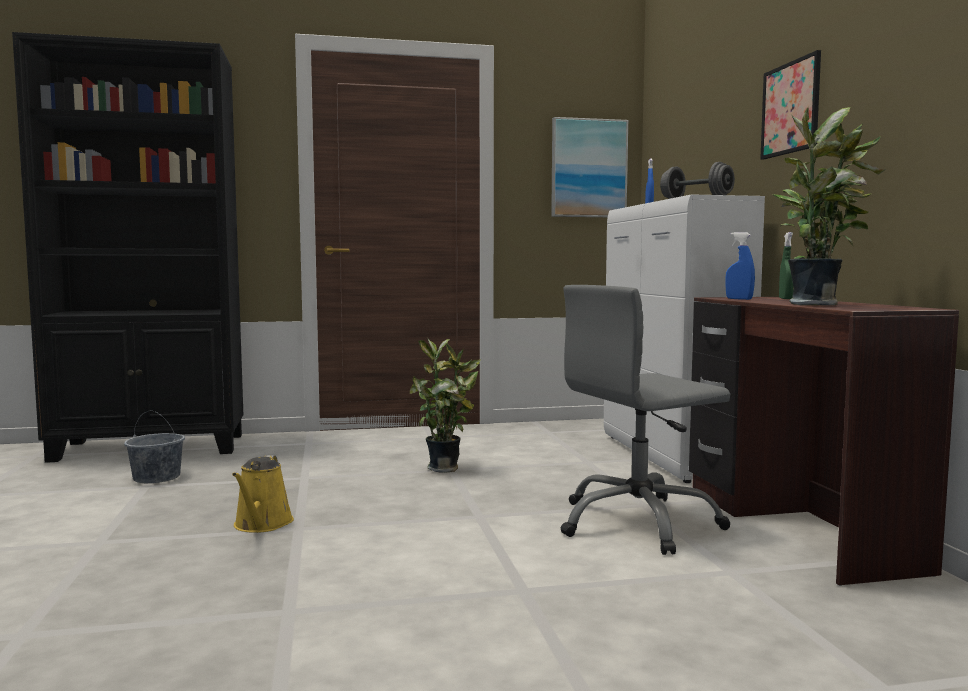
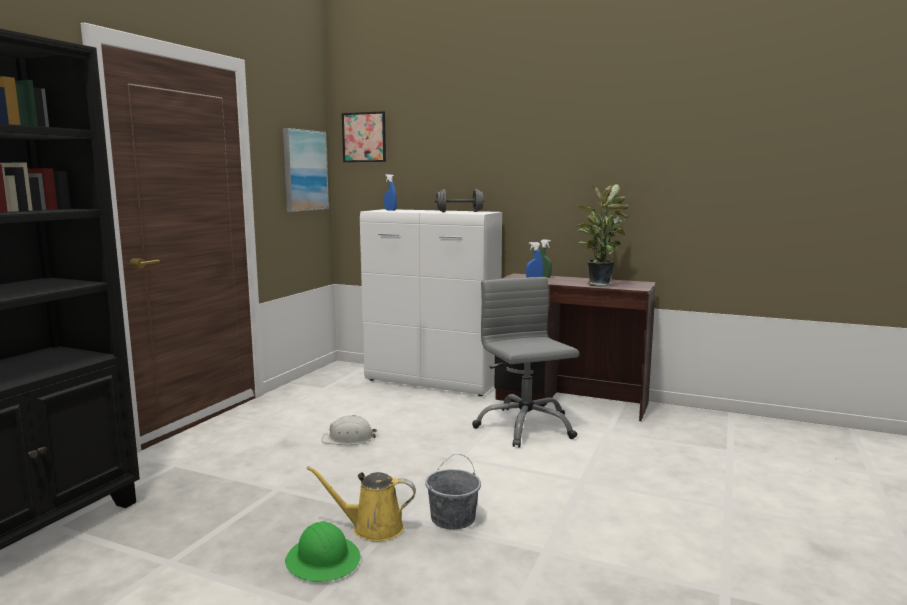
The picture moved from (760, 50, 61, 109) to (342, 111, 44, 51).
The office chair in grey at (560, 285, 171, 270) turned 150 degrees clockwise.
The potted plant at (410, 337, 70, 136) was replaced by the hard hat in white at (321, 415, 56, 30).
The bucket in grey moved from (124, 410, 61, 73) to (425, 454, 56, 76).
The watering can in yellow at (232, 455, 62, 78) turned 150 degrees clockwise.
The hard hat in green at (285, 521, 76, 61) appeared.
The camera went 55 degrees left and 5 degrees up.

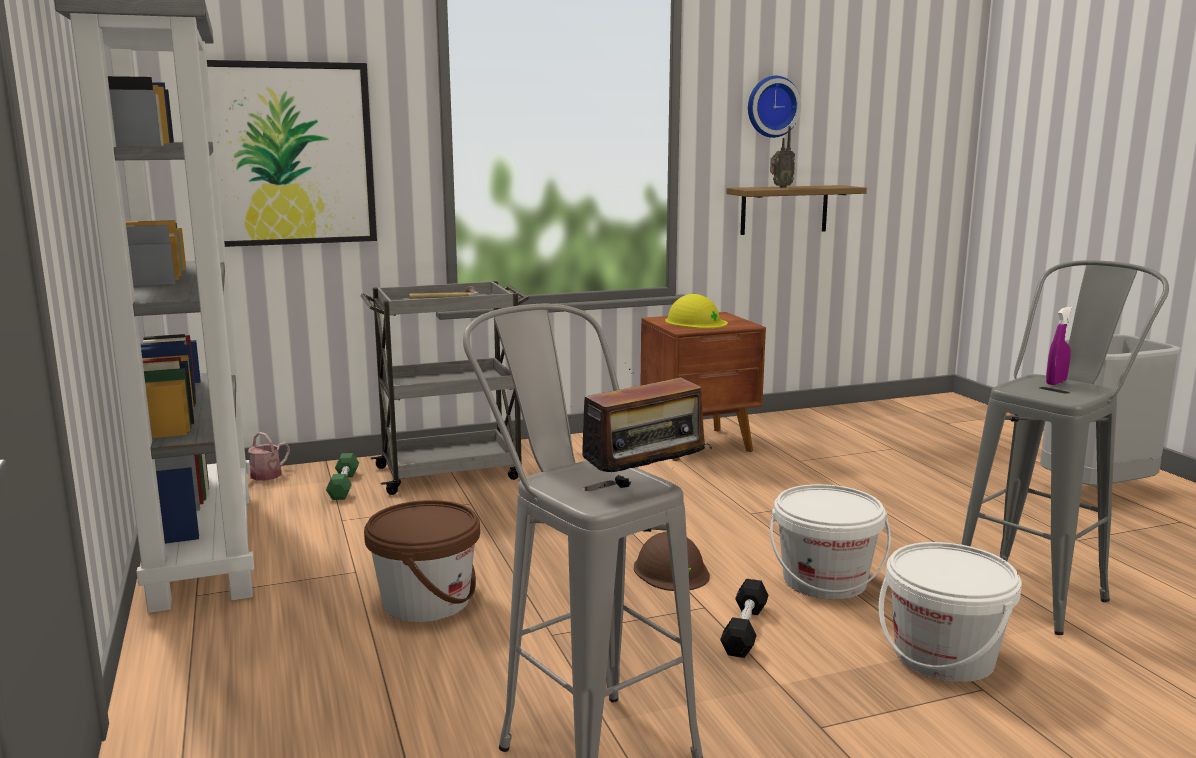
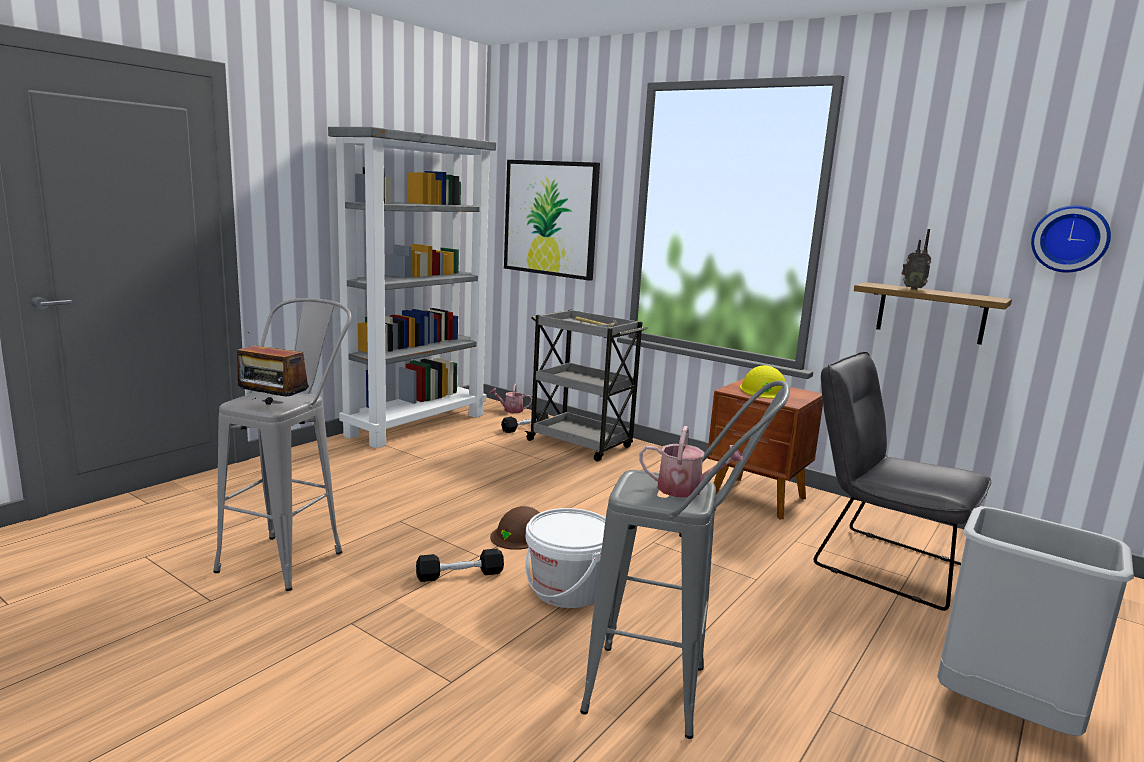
The wall clock moved from (748, 76, 53, 62) to (1031, 205, 80, 67).
The spray bottle in purple at (1046, 307, 27, 78) was replaced by the watering can at (639, 426, 104, 72).
The dumbbell in green at (326, 453, 33, 47) became the dumbbell in black at (501, 410, 48, 23).
The bucket in brown at (364, 500, 116, 122) disappeared.
The bucket in white at (879, 542, 143, 140) disappeared.
The chair in grey at (814, 352, 177, 259) appeared.
The camera went 55 degrees right and 0 degrees up.

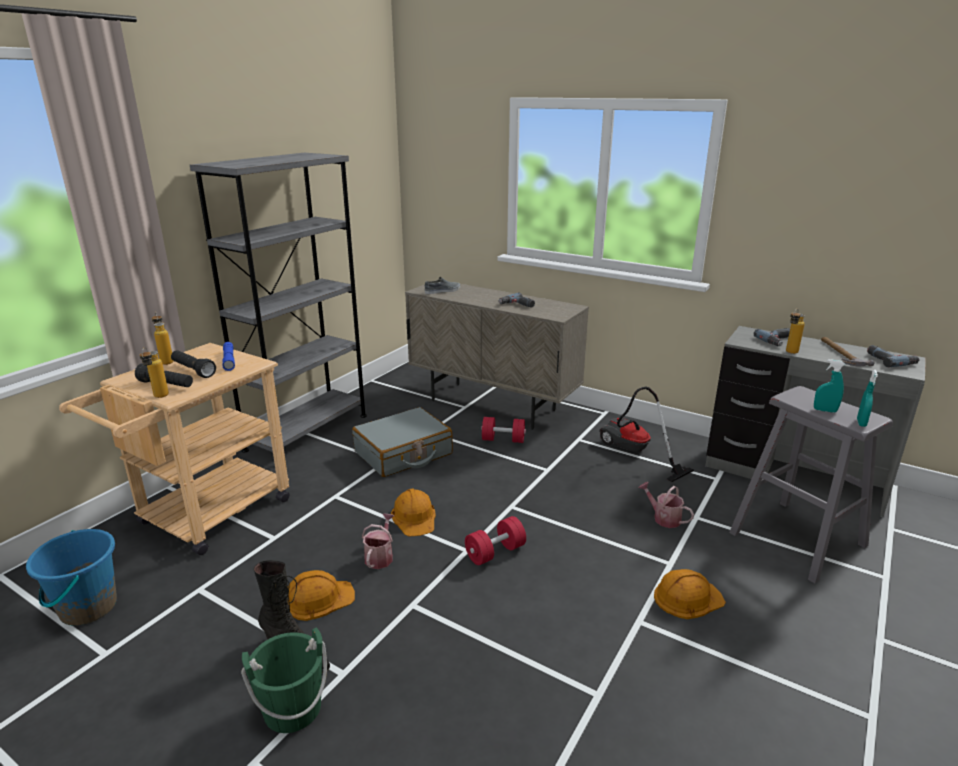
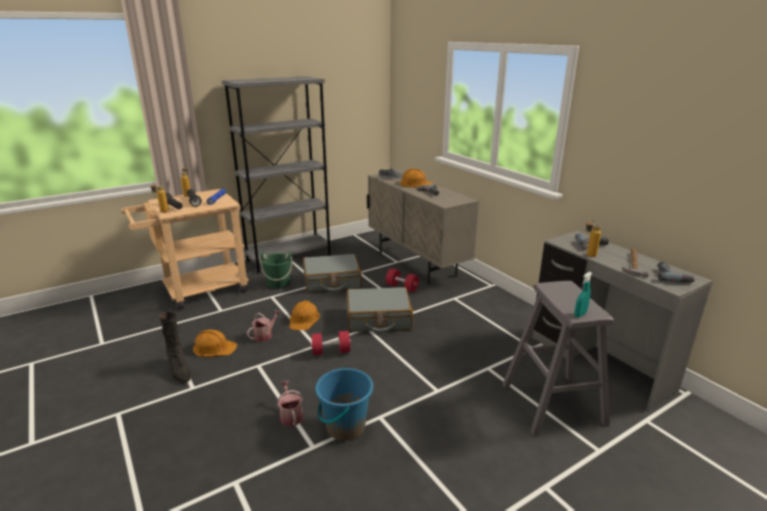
The spray bottle in turquoise at (814, 359, 31, 54) disappeared.
The vacuum cleaner at (599, 387, 95, 95) disappeared.
The watering can moved from (638, 482, 56, 46) to (277, 381, 26, 46).
The bucket in blue moved from (26, 529, 91, 97) to (315, 367, 58, 74).
The hard hat in orange moved from (654, 569, 72, 50) to (400, 169, 33, 18).
The bucket in green moved from (241, 627, 86, 106) to (260, 251, 32, 37).
The suitcase in grey at (347, 287, 66, 46) appeared.
The camera went 25 degrees right and 0 degrees up.

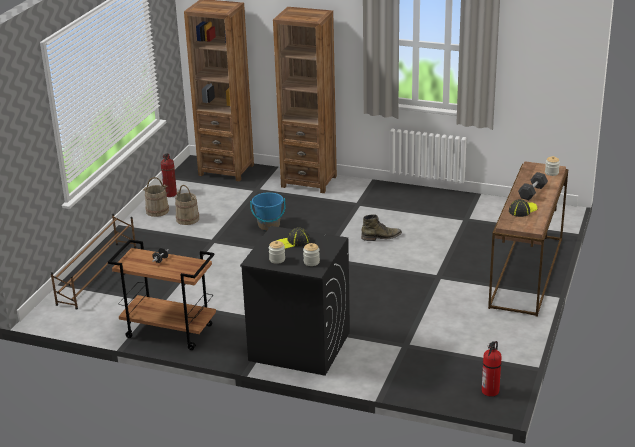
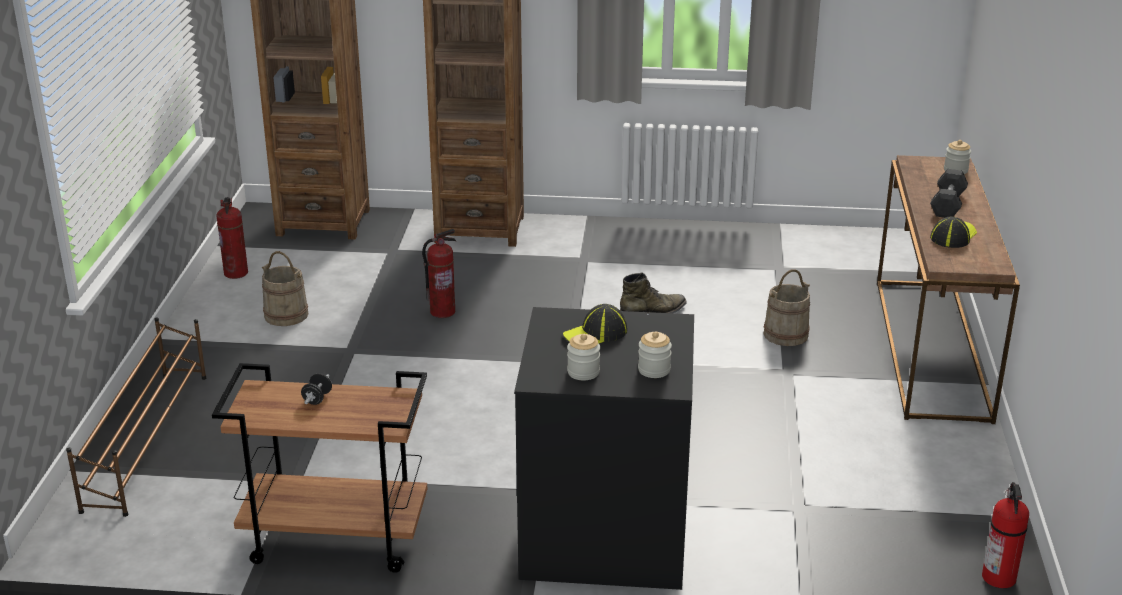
The bucket in beige moved from (143, 177, 26, 40) to (763, 269, 47, 77).
The bucket in blue at (250, 192, 36, 38) was replaced by the fire extinguisher at (422, 229, 34, 89).
The camera went 15 degrees left and 0 degrees up.

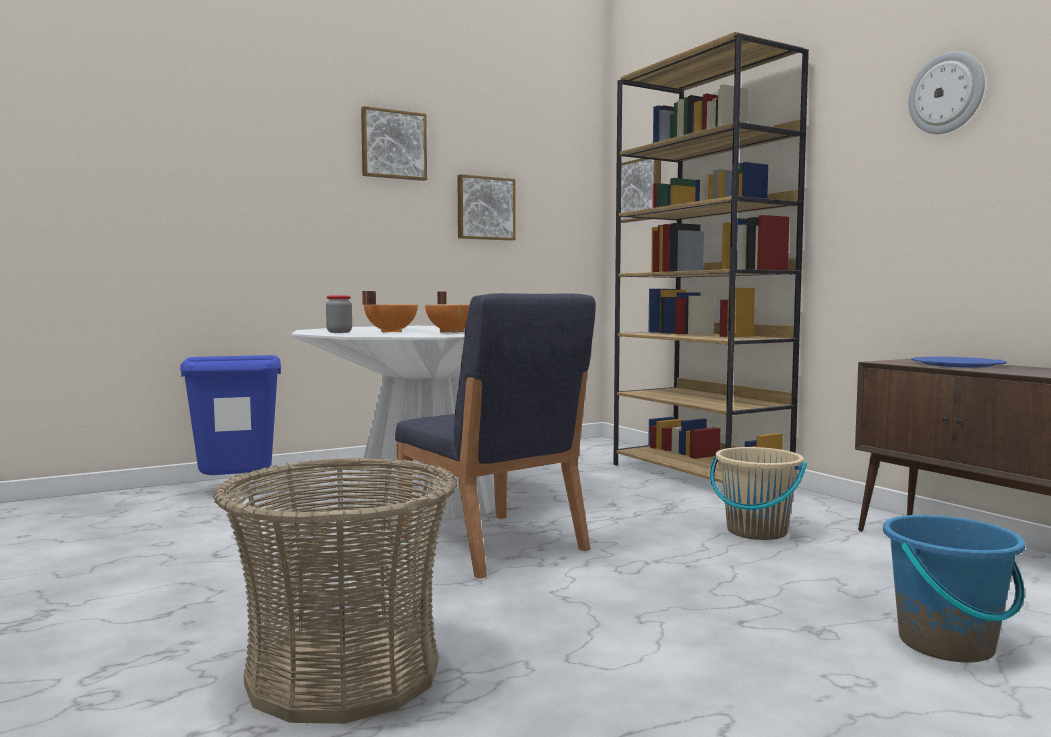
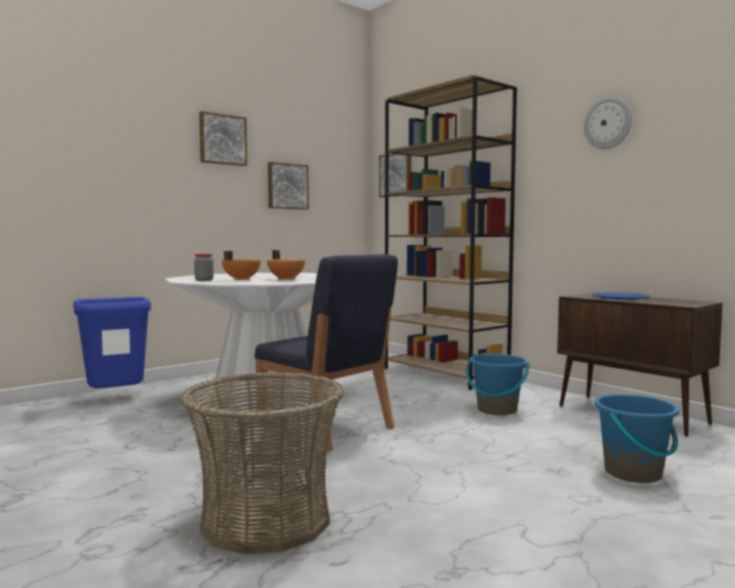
The bucket in beige at (710, 447, 97, 93) became the bucket in blue at (466, 354, 64, 62).
The camera went 10 degrees left and 0 degrees up.

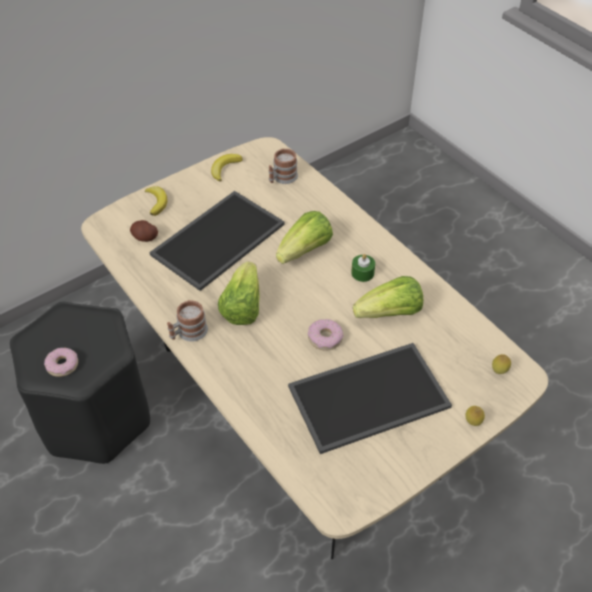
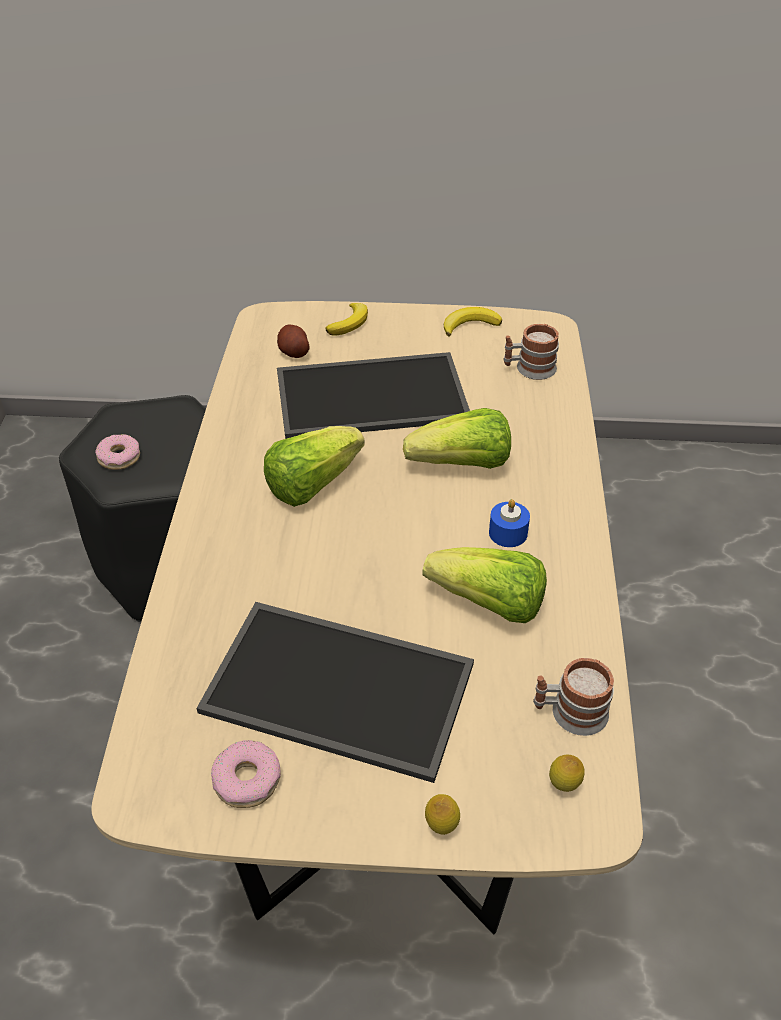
The candle in green at (351, 254, 24, 28) became the candle in blue at (489, 499, 41, 48).
The mug moved from (167, 300, 41, 42) to (533, 658, 81, 78).
The donut moved from (308, 319, 36, 32) to (211, 740, 70, 68).
The camera went 40 degrees right and 5 degrees down.

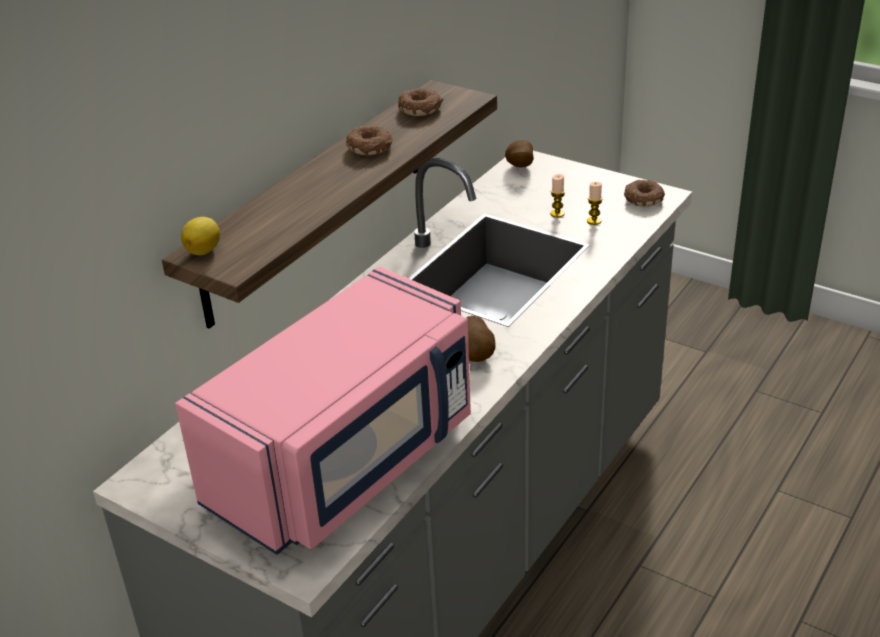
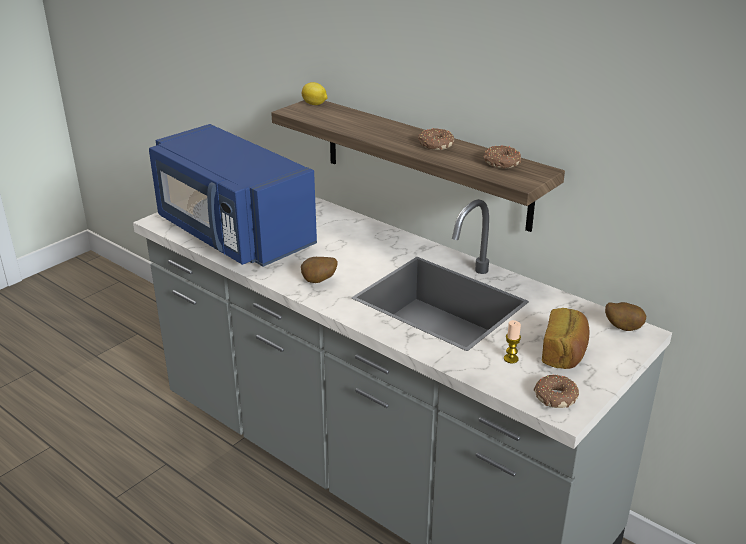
The candle at (550, 174, 15, 44) disappeared.
The microwave in pink at (175, 266, 296, 289) became the microwave in blue at (149, 124, 168, 143).
The bread at (542, 308, 48, 61) appeared.
The camera went 95 degrees right and 5 degrees down.

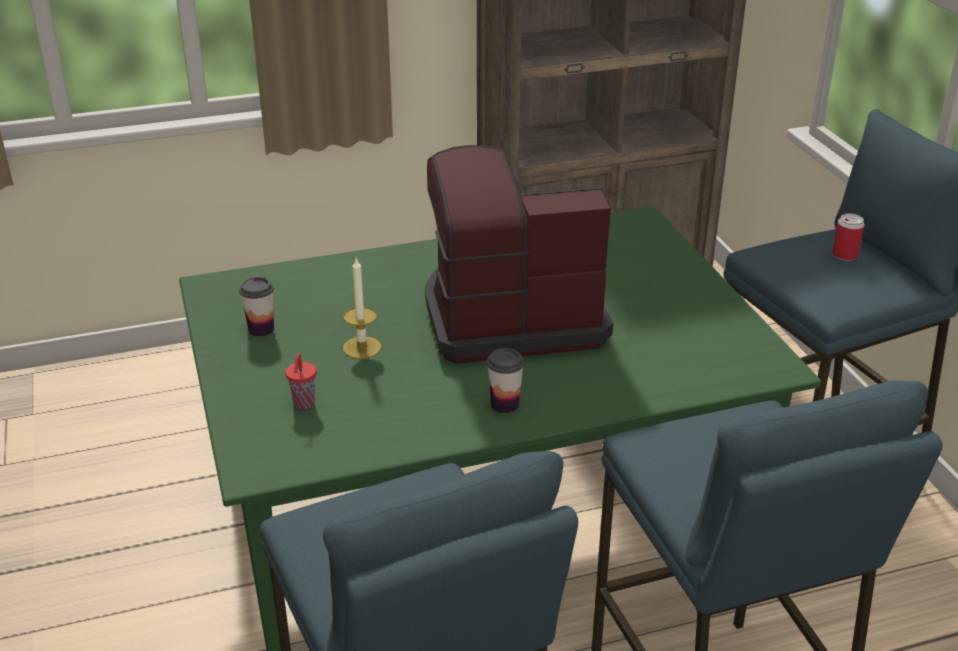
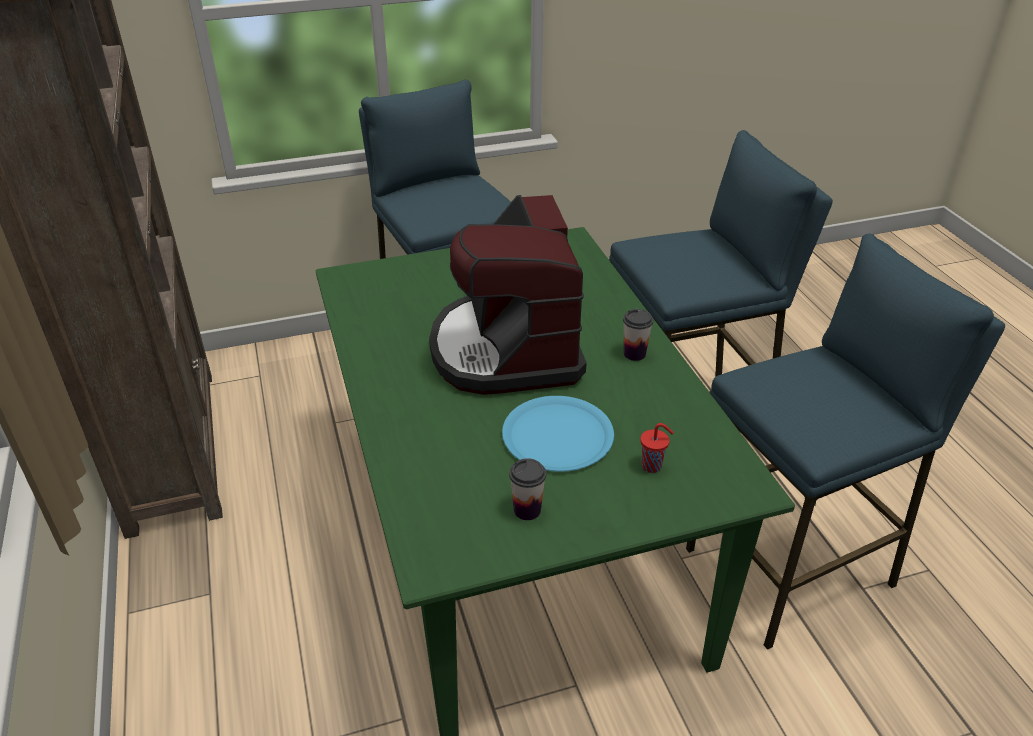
The can at (832, 213, 33, 48) disappeared.
The candle at (343, 257, 39, 102) was replaced by the plate in blue at (502, 396, 112, 76).
The camera went 90 degrees left and 5 degrees up.

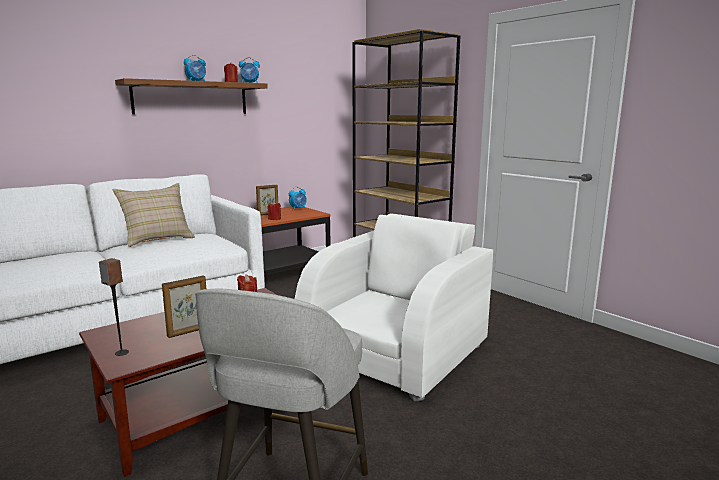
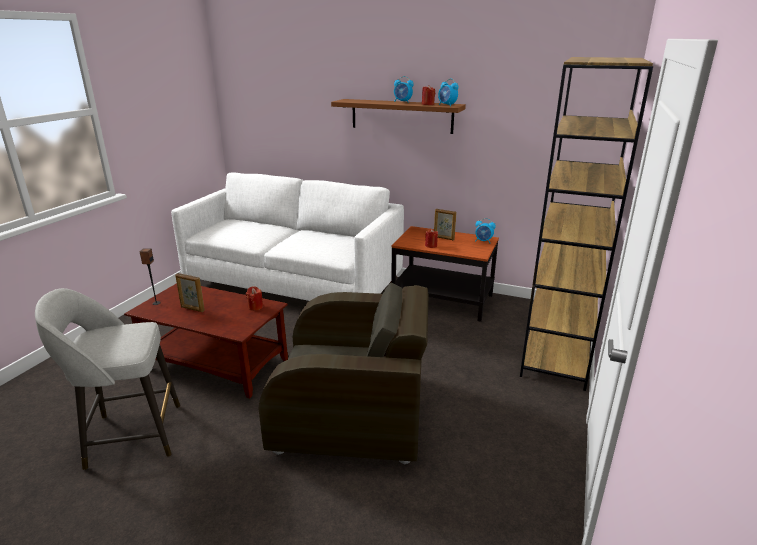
The pillow in beige at (113, 183, 82, 64) disappeared.
The armchair in white at (295, 213, 198, 188) became the armchair in brown at (259, 283, 170, 182).
The camera went 60 degrees right and 10 degrees up.

